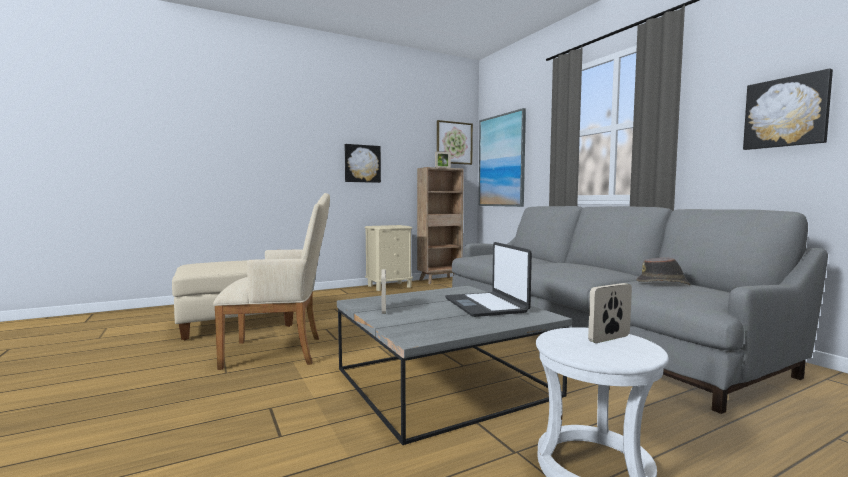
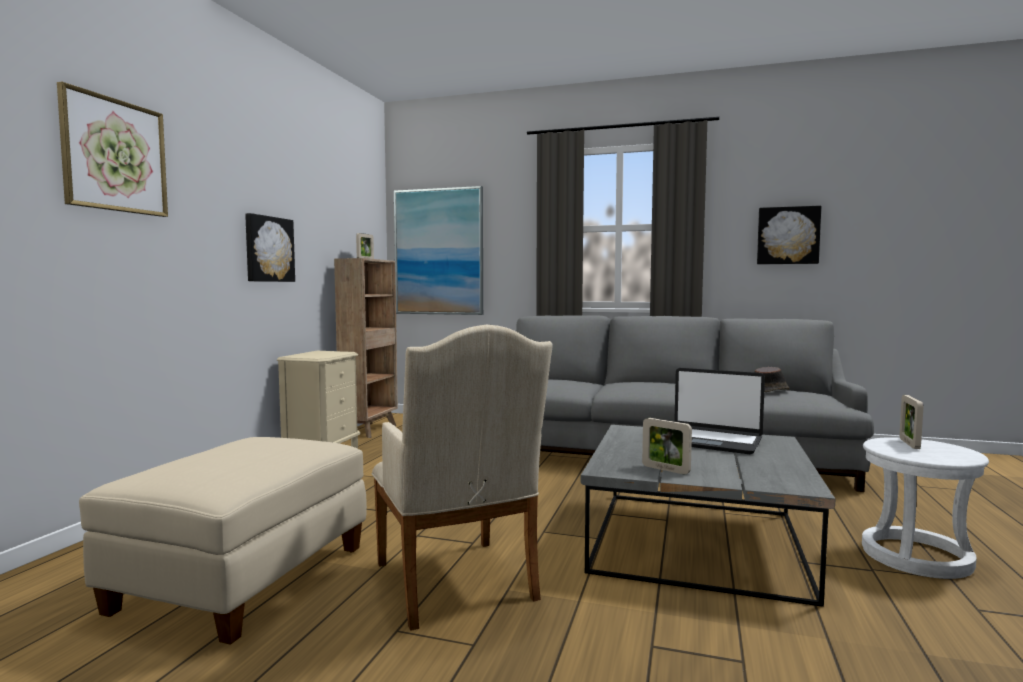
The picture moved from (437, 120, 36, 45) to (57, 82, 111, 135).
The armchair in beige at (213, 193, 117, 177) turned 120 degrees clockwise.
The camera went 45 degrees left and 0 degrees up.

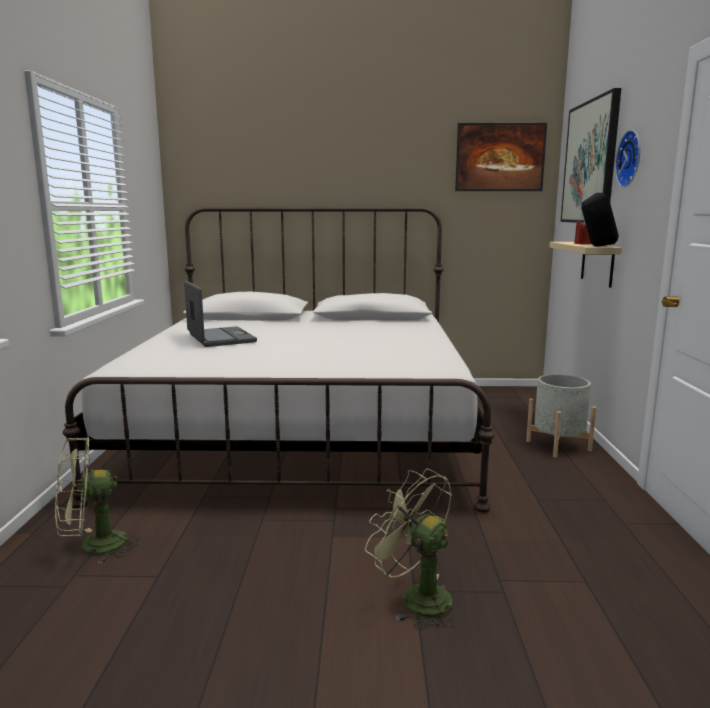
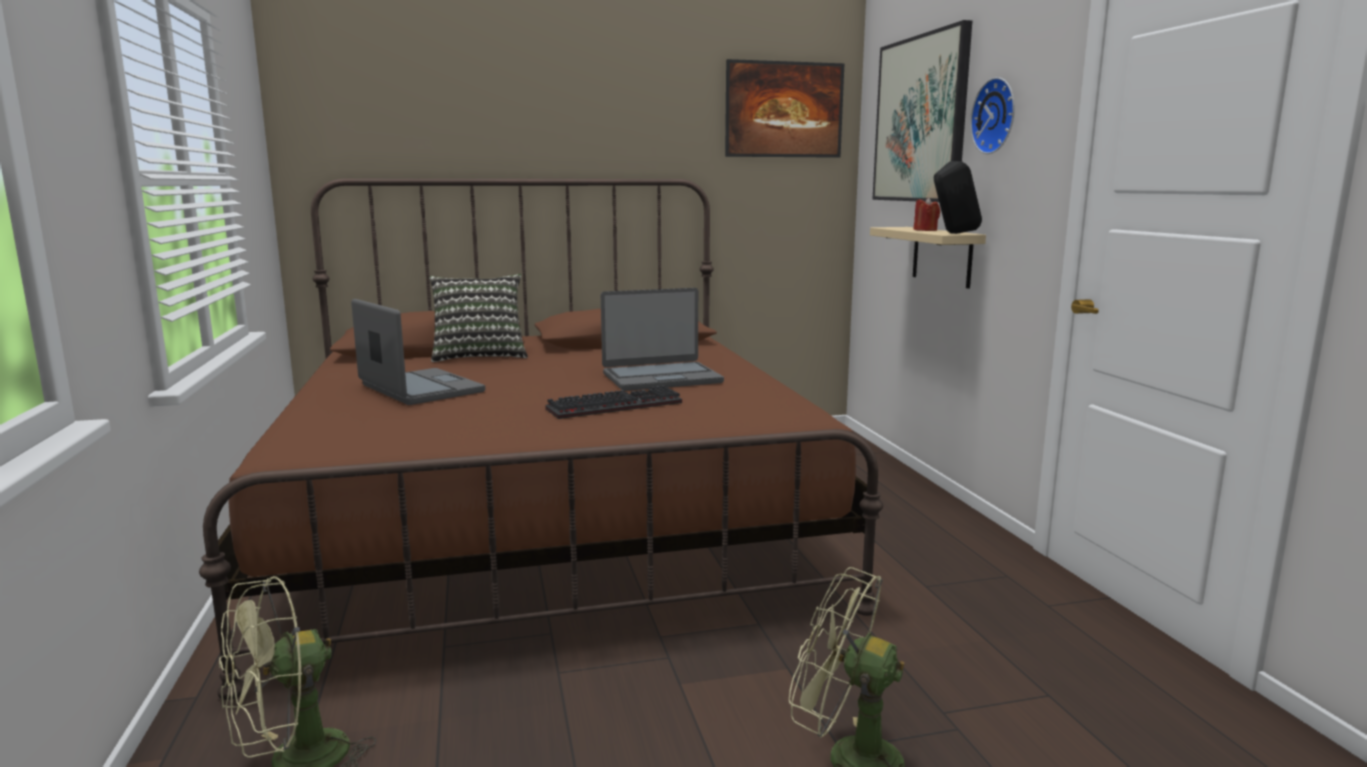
The bed in white at (63, 207, 432, 305) became the bed in brown at (199, 179, 684, 521).
The planter in grey at (526, 374, 70, 84) disappeared.
The pillow at (429, 274, 99, 88) appeared.
The laptop at (601, 288, 123, 103) appeared.
The keyboard at (545, 385, 137, 34) appeared.
The camera went 15 degrees left and 0 degrees up.

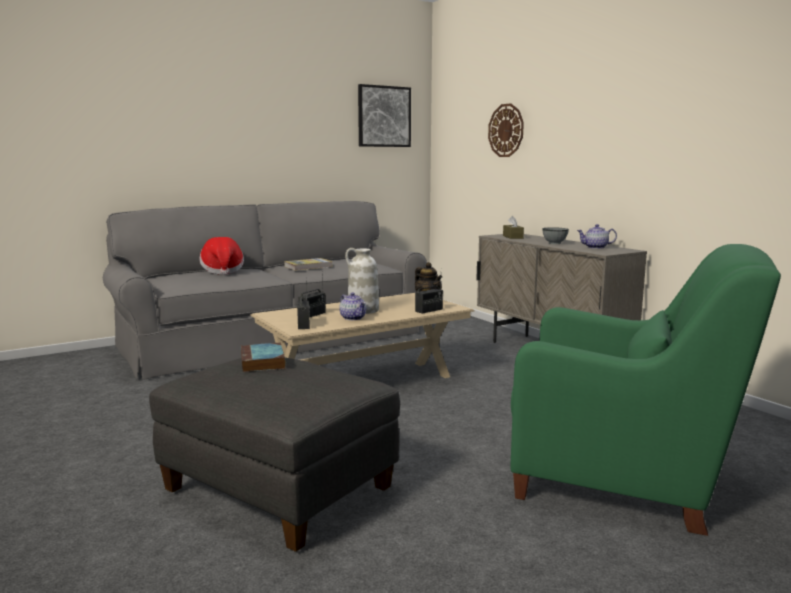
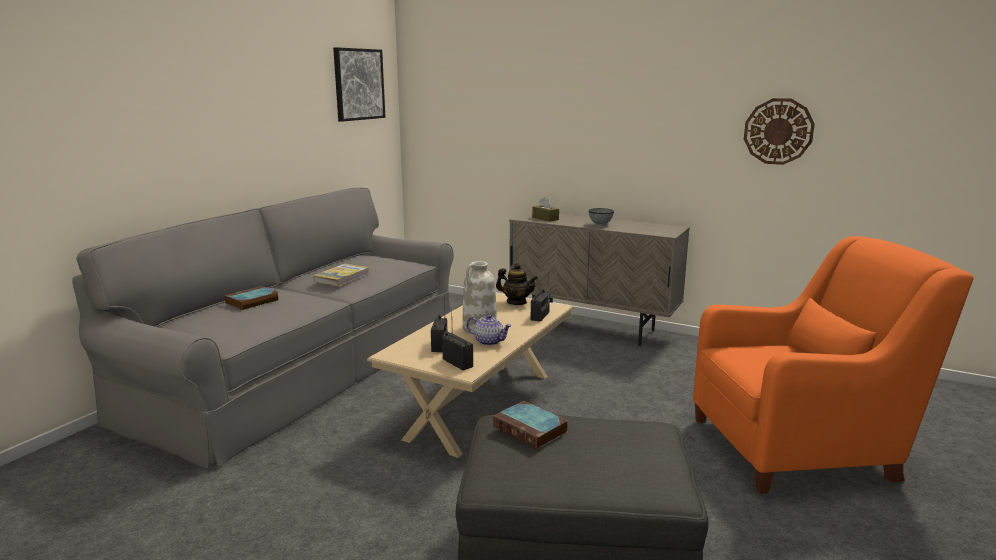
The wall clock moved from (488, 103, 36, 54) to (744, 98, 71, 67).
The teapot at (577, 224, 40, 25) disappeared.
The hat at (200, 237, 44, 38) was replaced by the book at (225, 286, 53, 24).
The armchair in green at (510, 244, 271, 292) became the armchair in orange at (693, 236, 281, 258).
The camera went 30 degrees left and 5 degrees up.

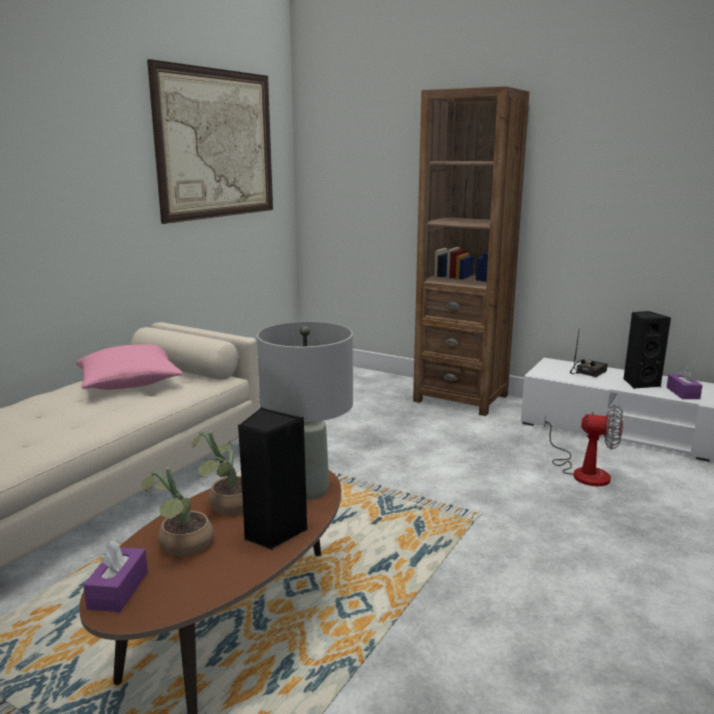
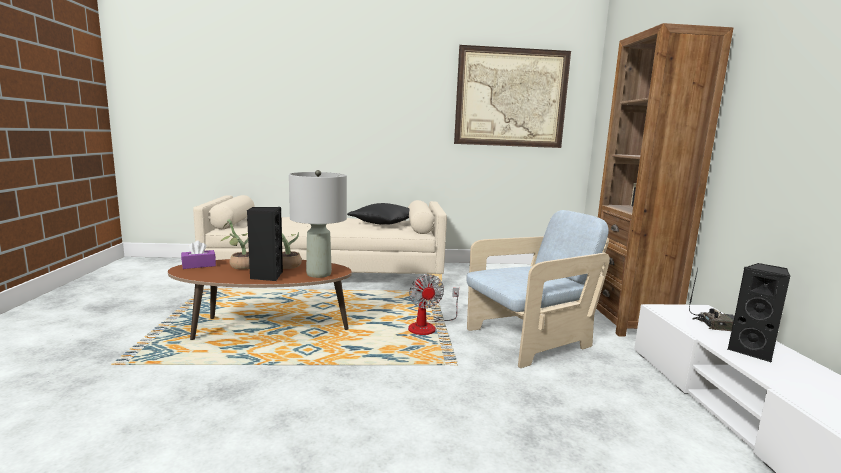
The pillow in pink at (75, 345, 108, 45) became the pillow in black at (347, 203, 63, 22).
The tissue box in purple at (667, 366, 35, 33) disappeared.
The fan moved from (544, 404, 79, 82) to (408, 274, 51, 61).
The armchair in beige at (466, 210, 144, 158) appeared.
The camera went 55 degrees right and 5 degrees down.

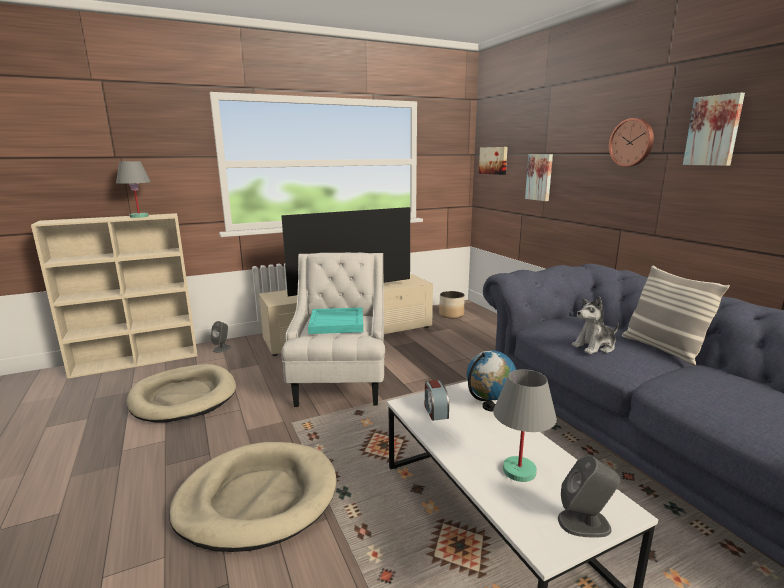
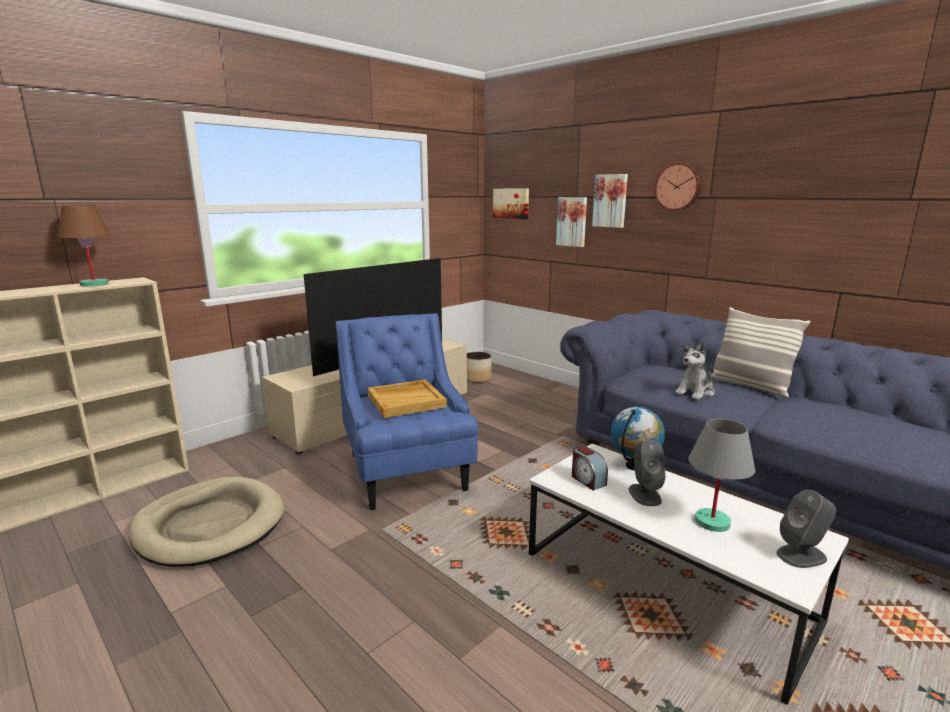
The picture moved from (683, 92, 62, 74) to (592, 174, 36, 54).
The table lamp in grey at (116, 161, 35, 57) became the table lamp in brown at (57, 205, 54, 82).
The armchair in white at (281, 253, 104, 154) became the armchair in blue at (336, 313, 142, 197).
The tray in turquoise at (308, 308, 55, 26) became the tray in beige at (367, 379, 80, 39).
The speaker in grey moved from (210, 321, 21, 32) to (629, 440, 37, 66).
The dog bed in beige at (169, 442, 168, 110) disappeared.
The camera went 20 degrees left and 0 degrees up.

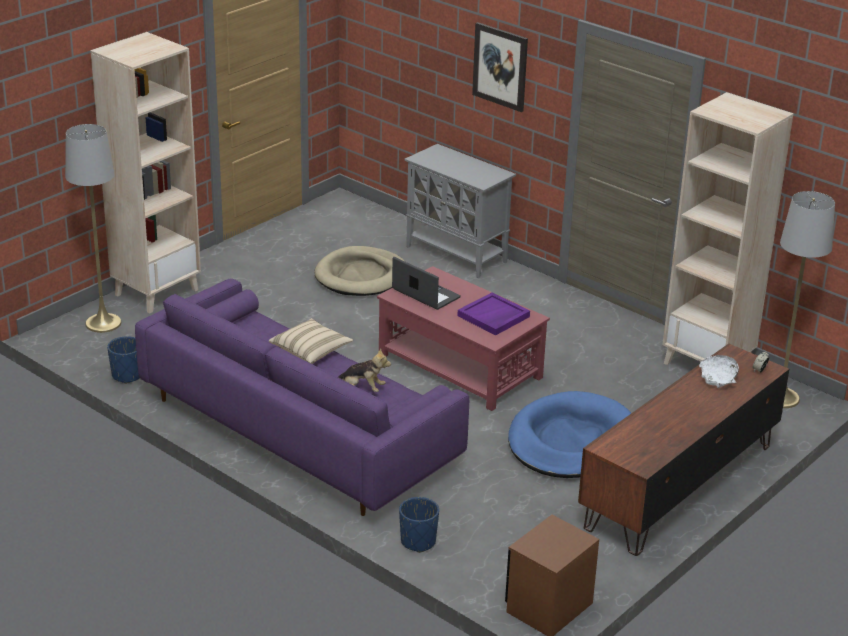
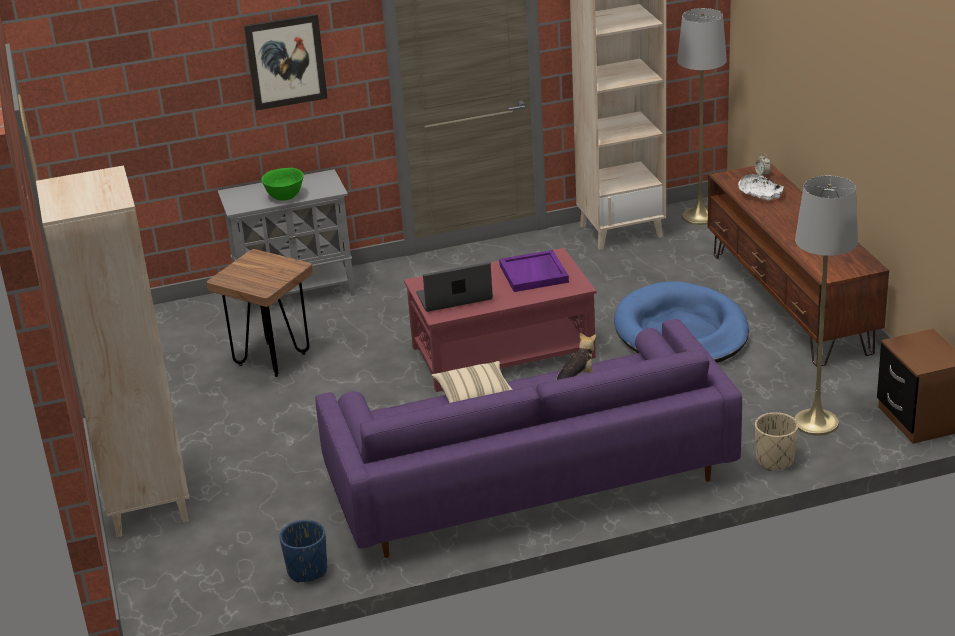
The floor lamp in grey moved from (65, 124, 56, 209) to (794, 175, 64, 261).
The dog bed in beige at (314, 246, 90, 50) was replaced by the stool in brown at (207, 249, 106, 128).
The planter in blue at (399, 497, 40, 56) became the planter in beige at (755, 412, 43, 59).
The bowl in green at (261, 168, 43, 33) appeared.
The camera went 55 degrees left and 0 degrees up.

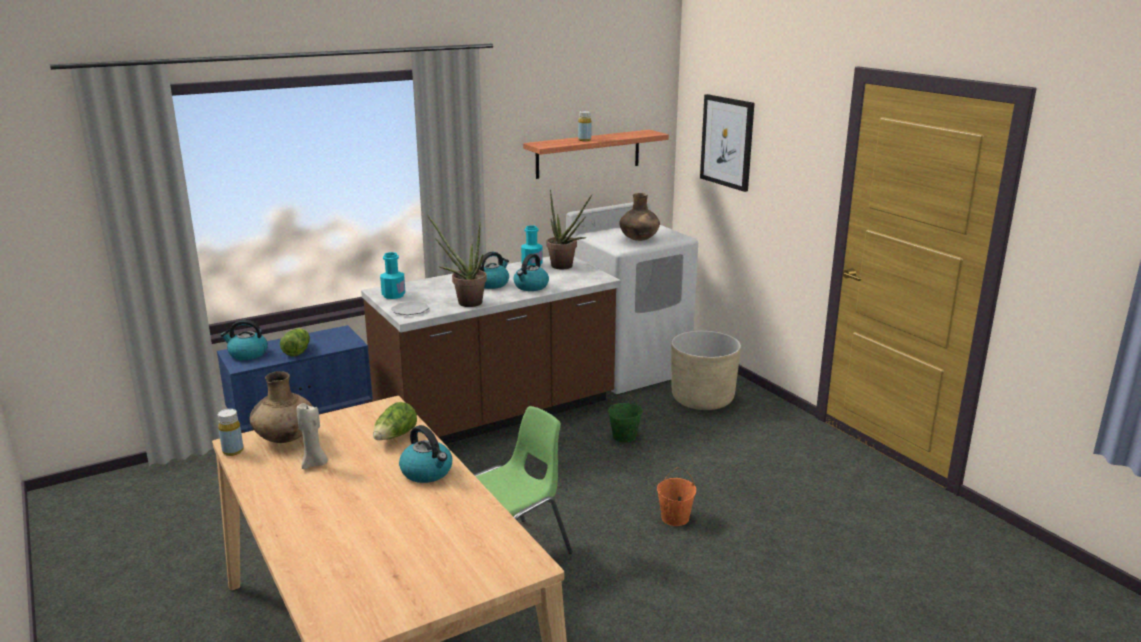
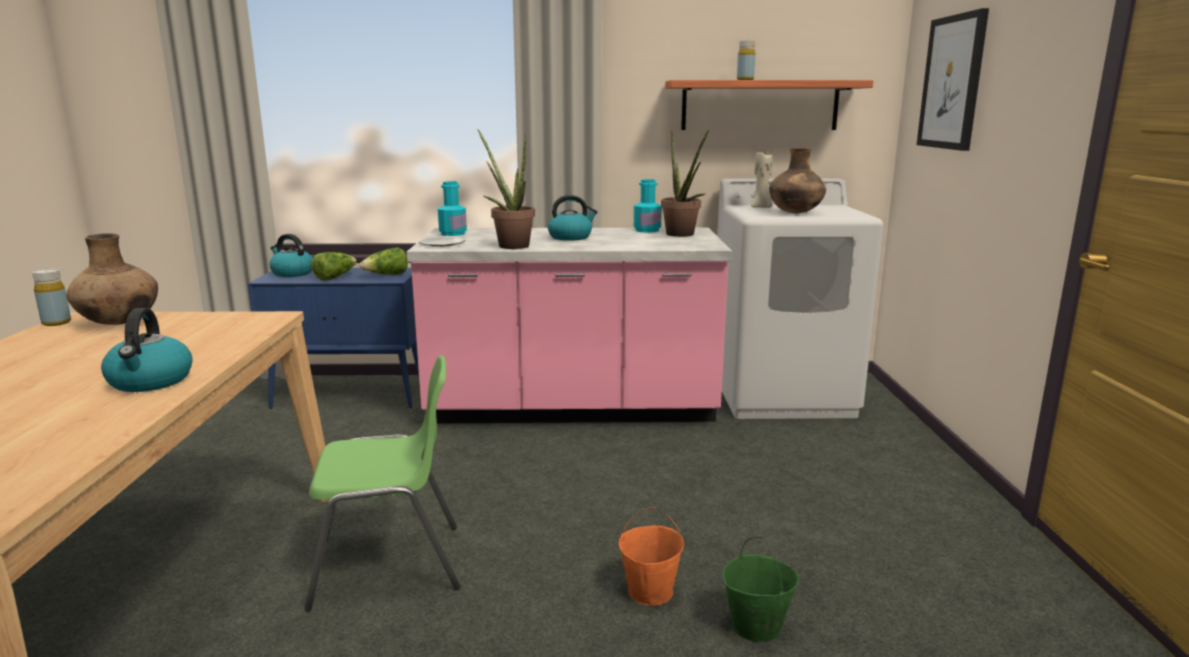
The kettle at (513, 254, 36, 37) disappeared.
The counter in brown at (361, 256, 260, 188) became the counter in pink at (407, 227, 325, 196).
The planter in beige at (671, 330, 70, 80) disappeared.
The bucket in green moved from (608, 392, 35, 50) to (722, 537, 77, 105).
The lettuce moved from (373, 402, 44, 38) to (359, 247, 49, 28).
The candle in beige moved from (297, 403, 31, 66) to (751, 151, 22, 57).
The camera went 30 degrees right and 5 degrees down.

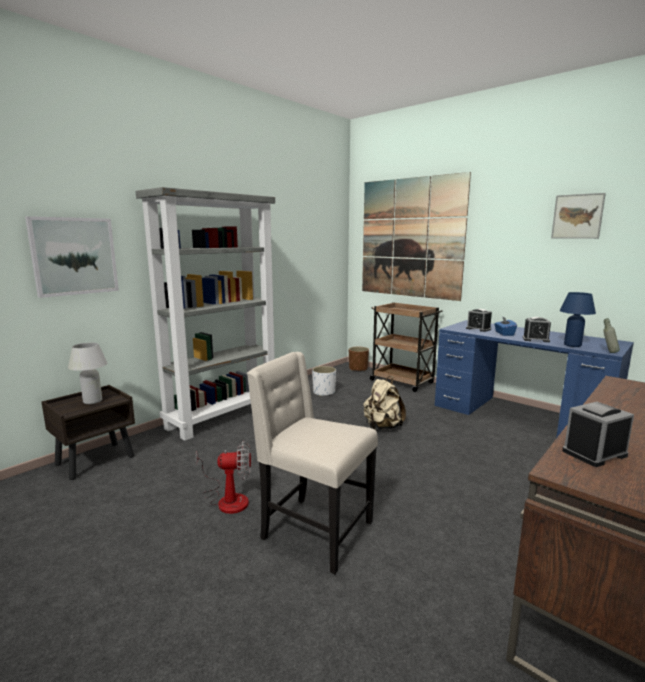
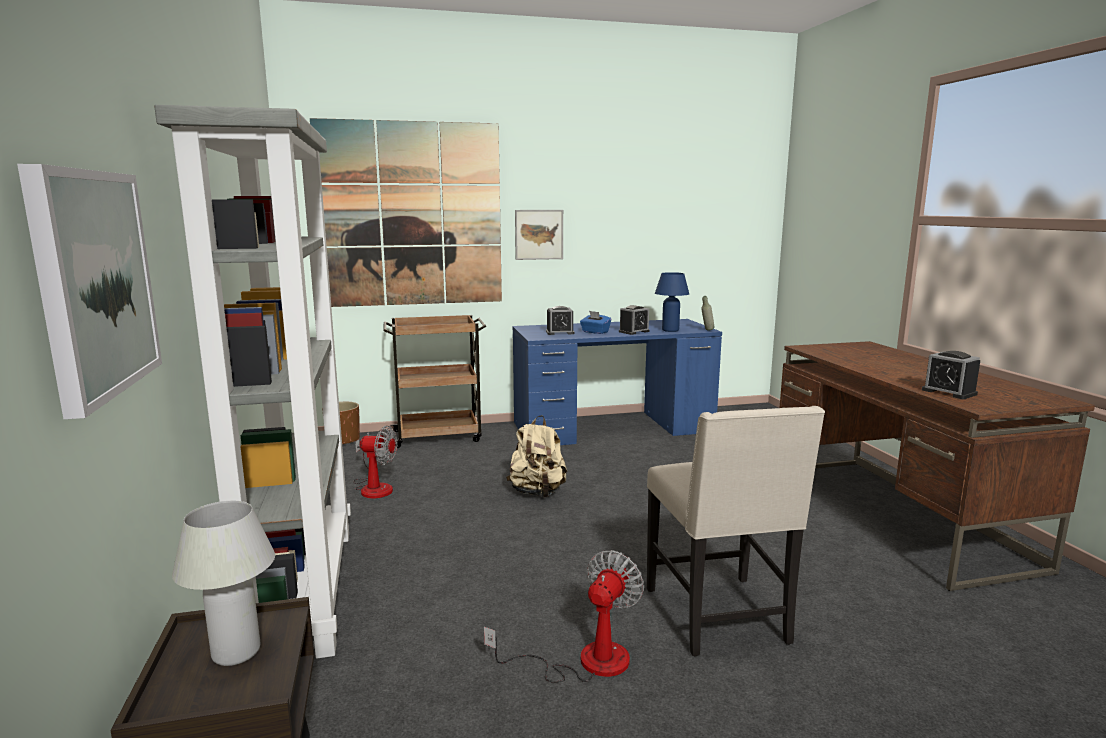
The picture moved from (551, 193, 55, 46) to (515, 210, 48, 50).
The chair in beige at (247, 352, 131, 222) turned 75 degrees counterclockwise.
The planter in white at (312, 366, 24, 30) was replaced by the fan at (353, 426, 44, 72).
The alarm clock at (562, 402, 72, 65) turned 45 degrees counterclockwise.
The camera went 55 degrees left and 0 degrees up.

